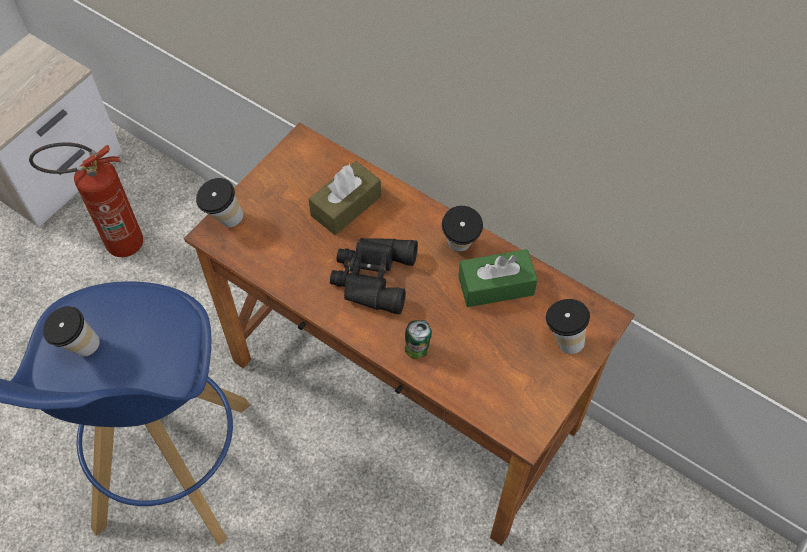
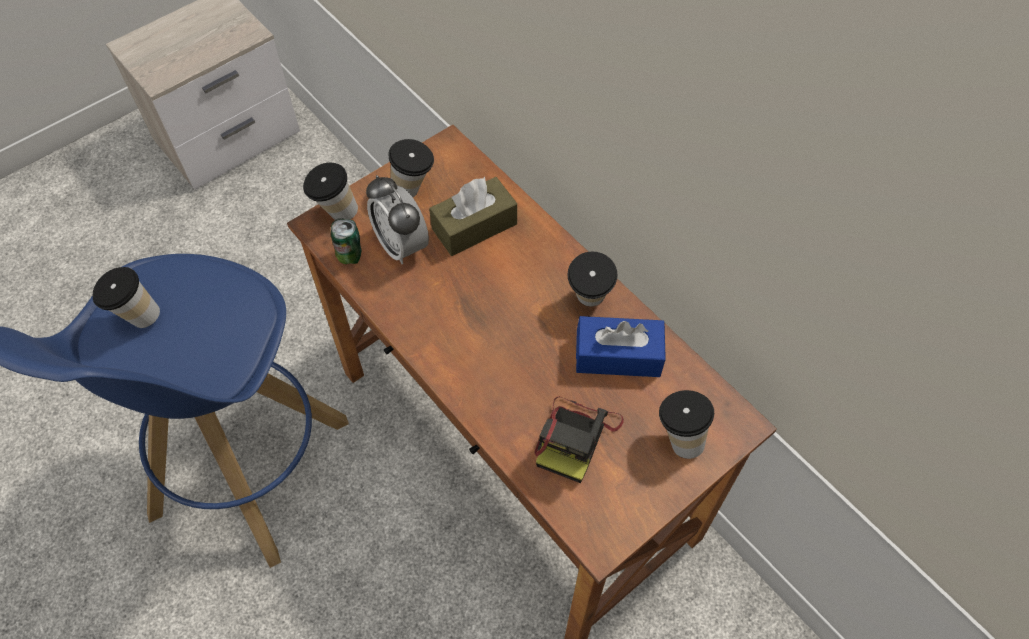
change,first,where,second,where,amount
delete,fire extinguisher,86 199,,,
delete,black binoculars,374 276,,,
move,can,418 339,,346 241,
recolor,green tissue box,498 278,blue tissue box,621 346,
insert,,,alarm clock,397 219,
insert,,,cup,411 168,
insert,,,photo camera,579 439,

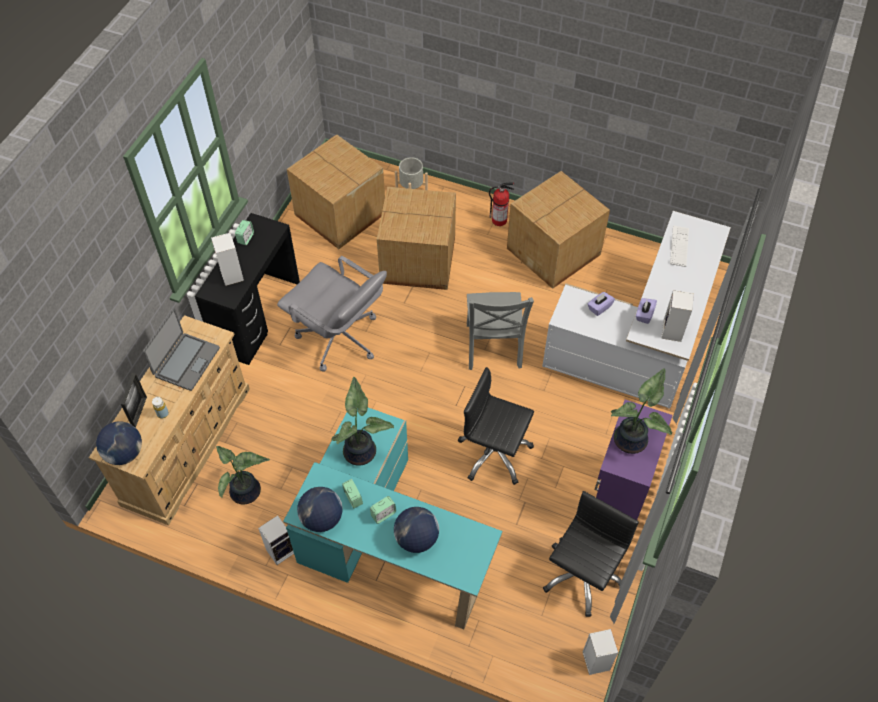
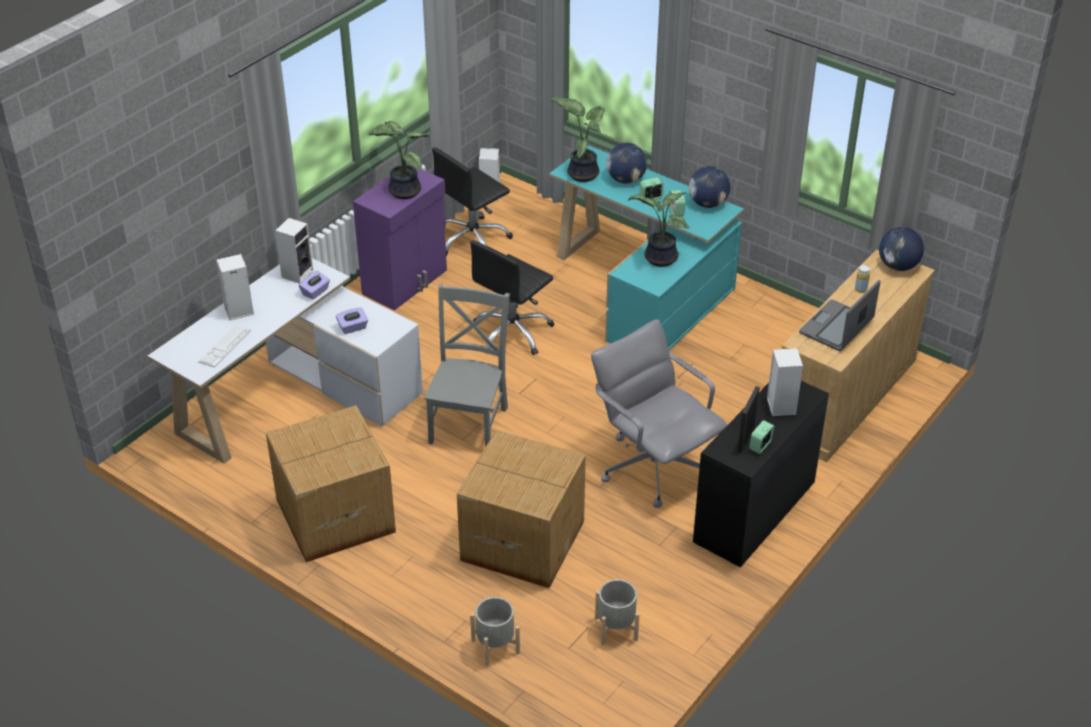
change,first,where,second,where,amount
move,picture frame,134 400,,749 419,
move,potted plant,243 475,,577 139,
move,speaker,276 540,,235 287,
replace,cardboard box,336 191,grey planter,617 612,
rotate,black office chair,496 426,,512 297,90 degrees clockwise
delete,fire extinguisher,502 204,,,

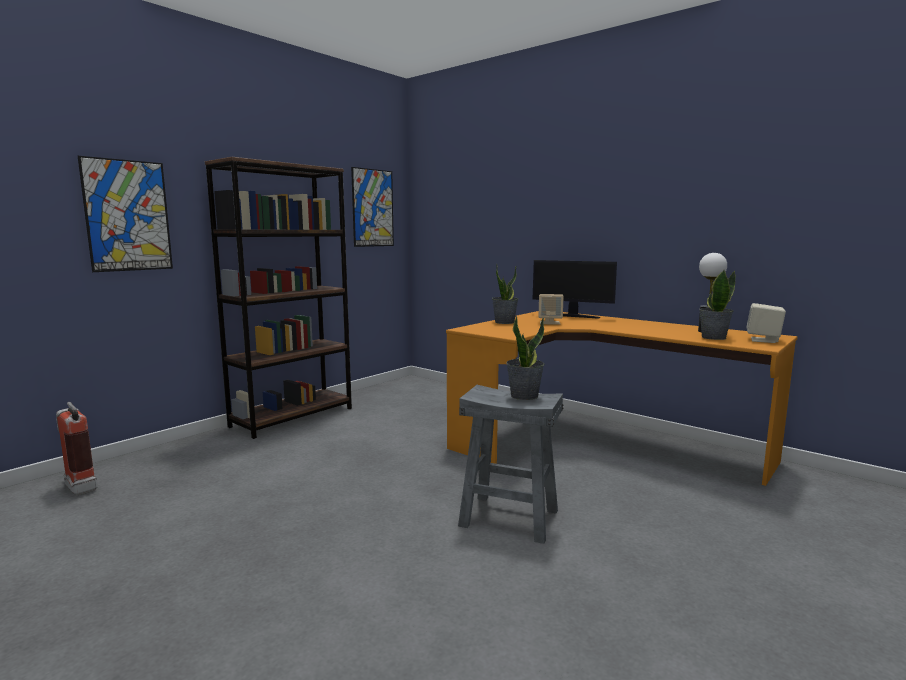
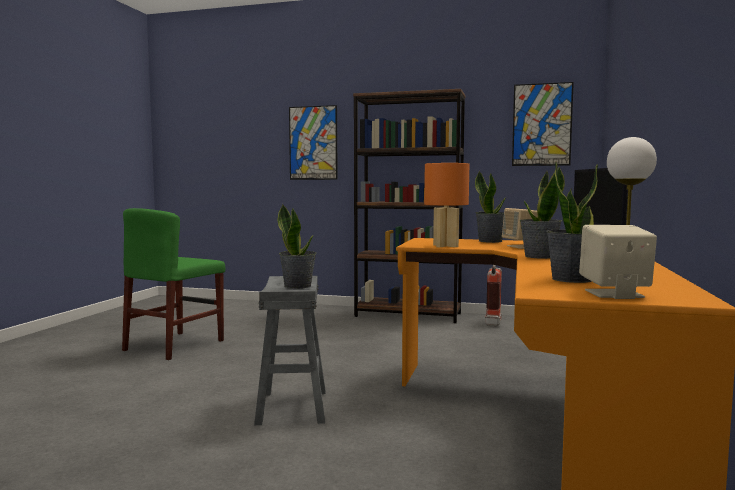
change,first,where,second,where,amount
move,fire extinguisher,77 448,,493 295,
insert,,,green chair,173 284,
insert,,,orange table lamp,446 205,
insert,,,potted plant,542 212,

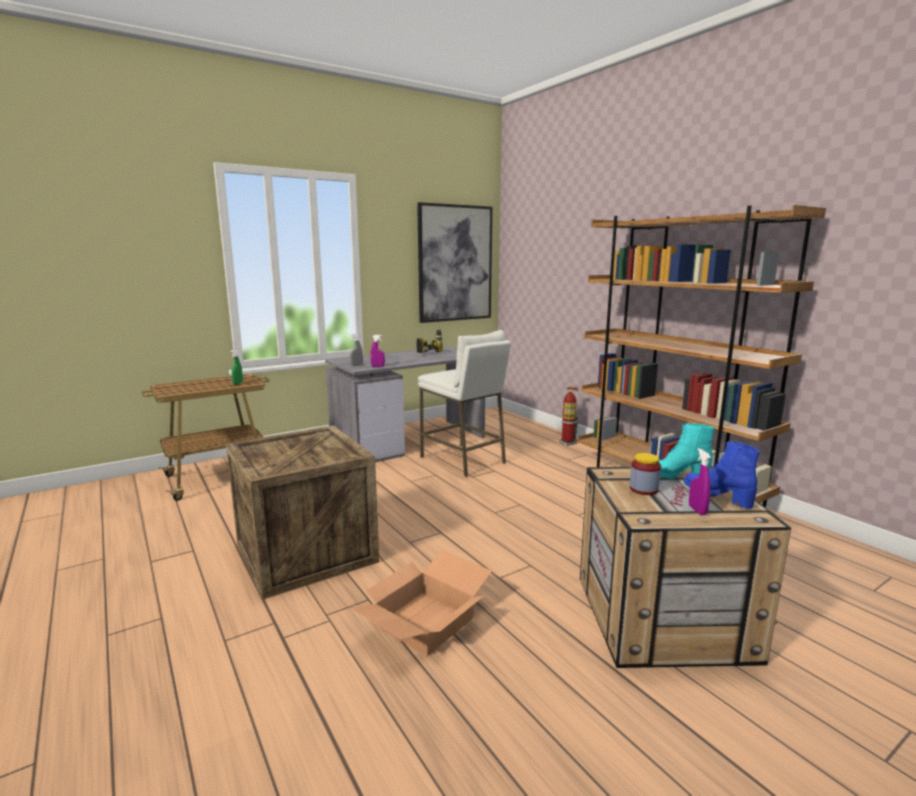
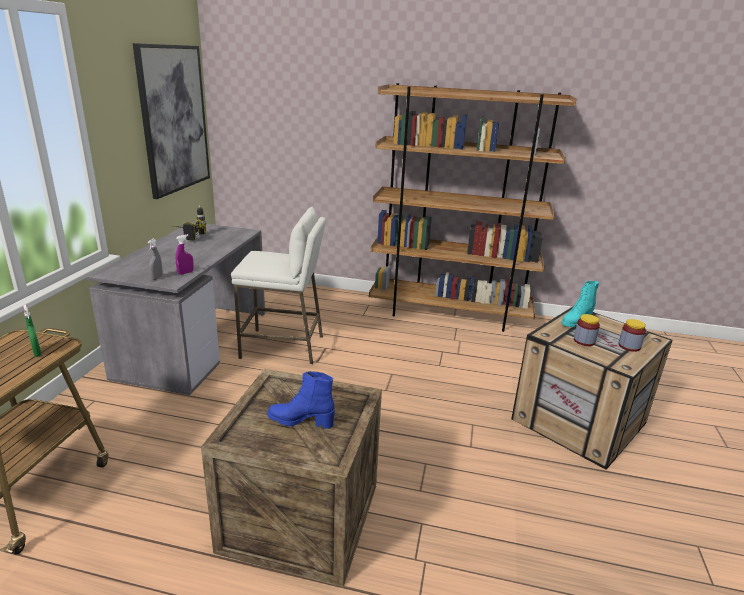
change,first,where,second,where,amount
delete,cardboard box,421 603,,,
delete,fire extinguisher,569 416,,,
move,blue boot,722 475,,301 400,
replace,purple spray bottle,700 481,jar,632 335,

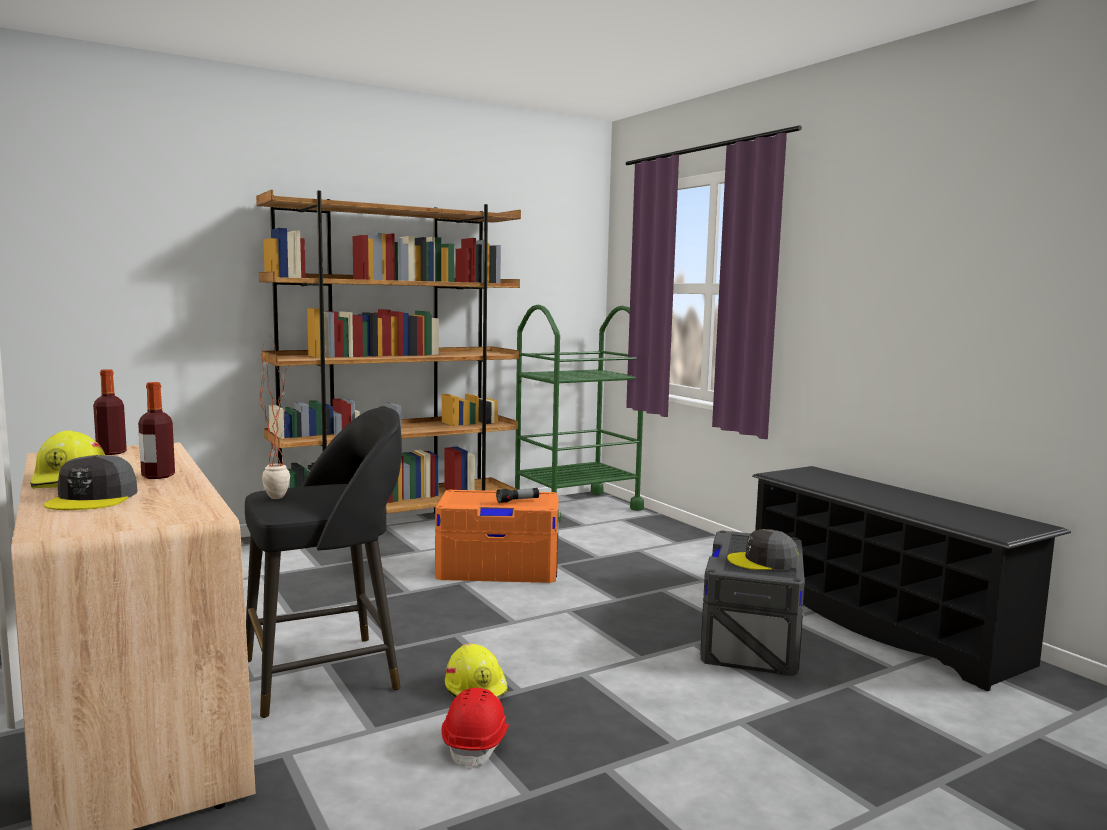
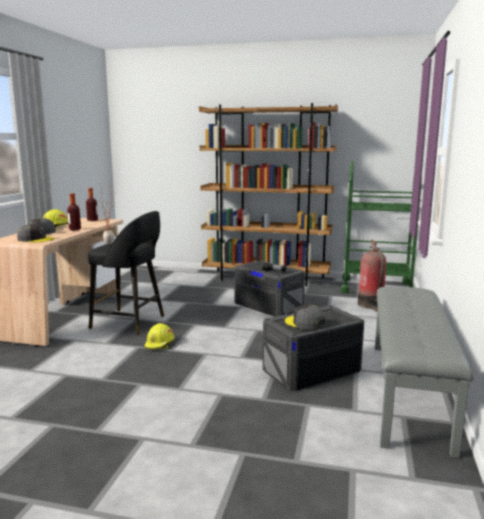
change,first,where,second,where,amount
recolor,orange storage box,497 536,grey storage box,269 288,
delete,red hard hat,475 728,,,
replace,black shoe rack,911 578,grey bench,424 372,
insert,,,grey cap,36 233,
insert,,,fire extinguisher,372 275,

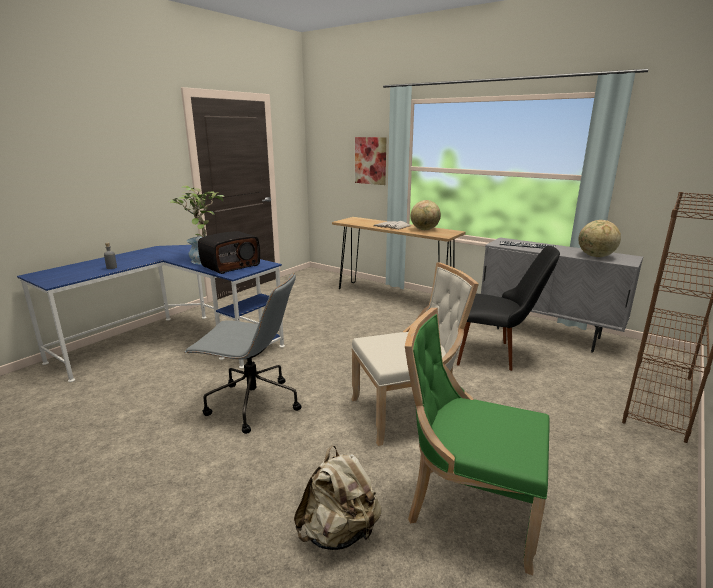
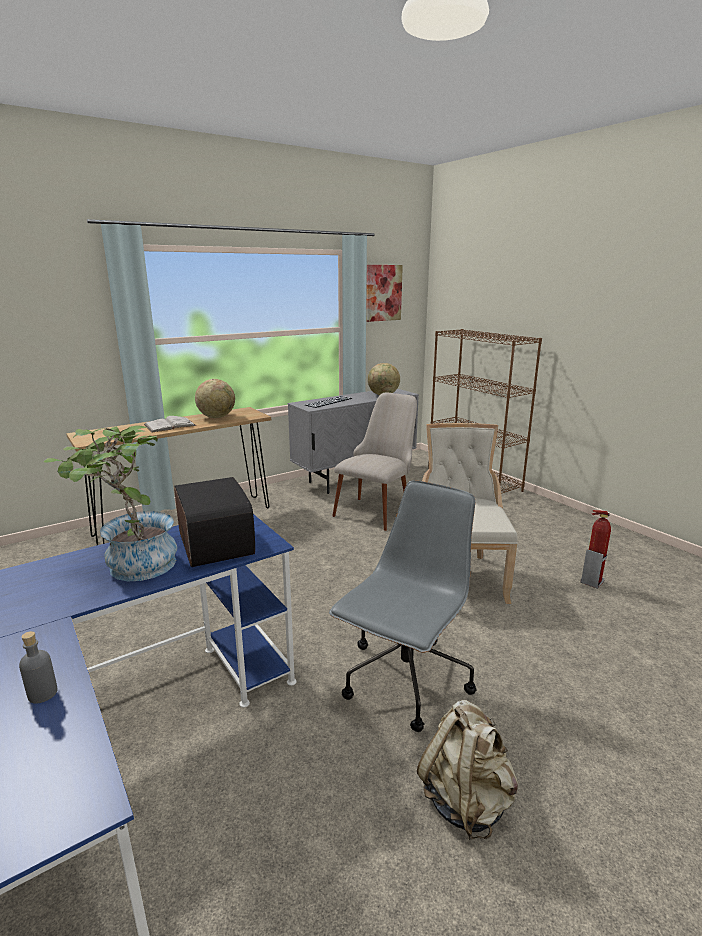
change,first,where,second,where,amount
move,beige backpack,337 497,,467 770,
move,picture,370 161,,384 293,
replace,green chair,477 441,fire extinguisher,596 549,
recolor,black chair,508 308,beige chair,374 462,

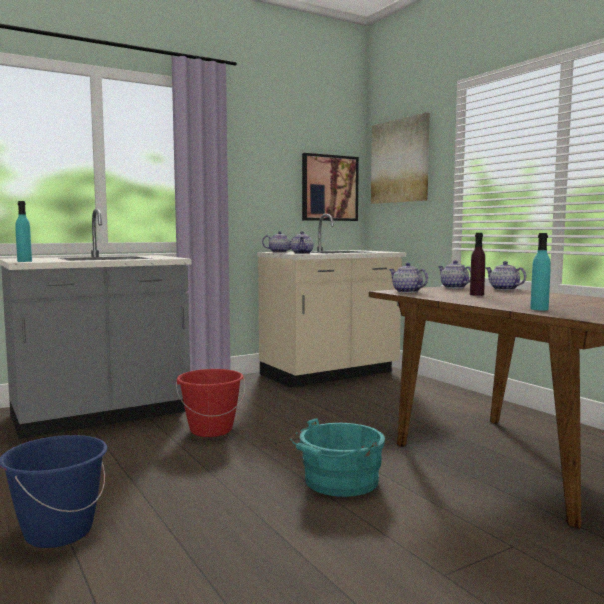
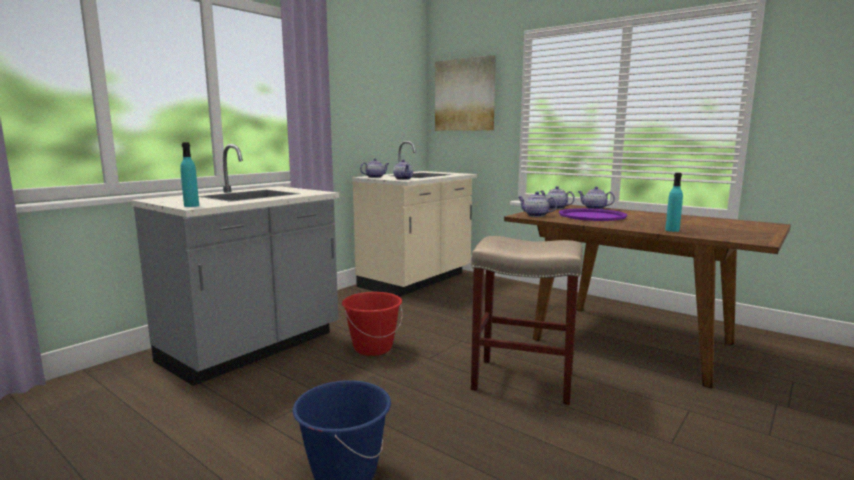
change,first,where,second,where,amount
replace,turquoise bucket,337 457,beige stool,527 320,
delete,picture,330 187,,,
replace,purple bottle,477 264,purple tray,593 214,

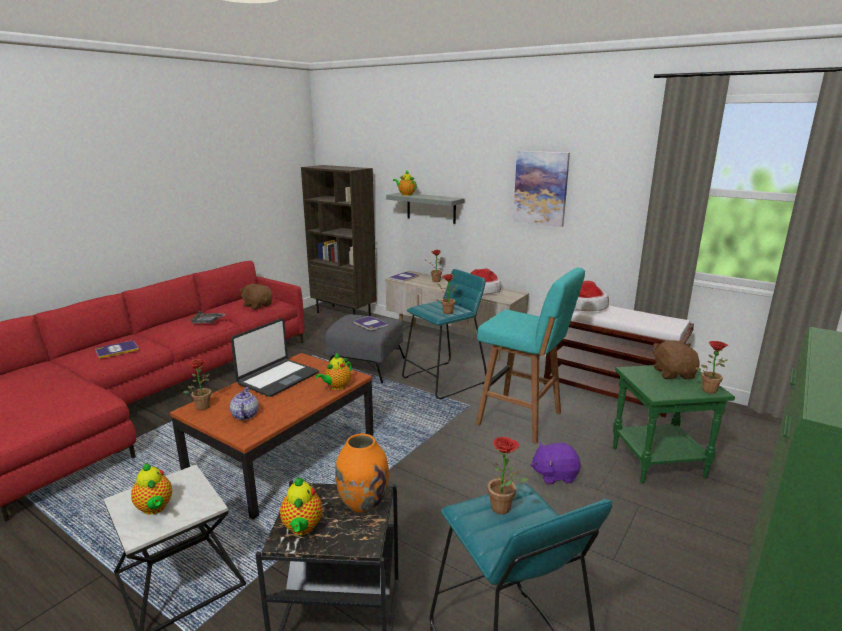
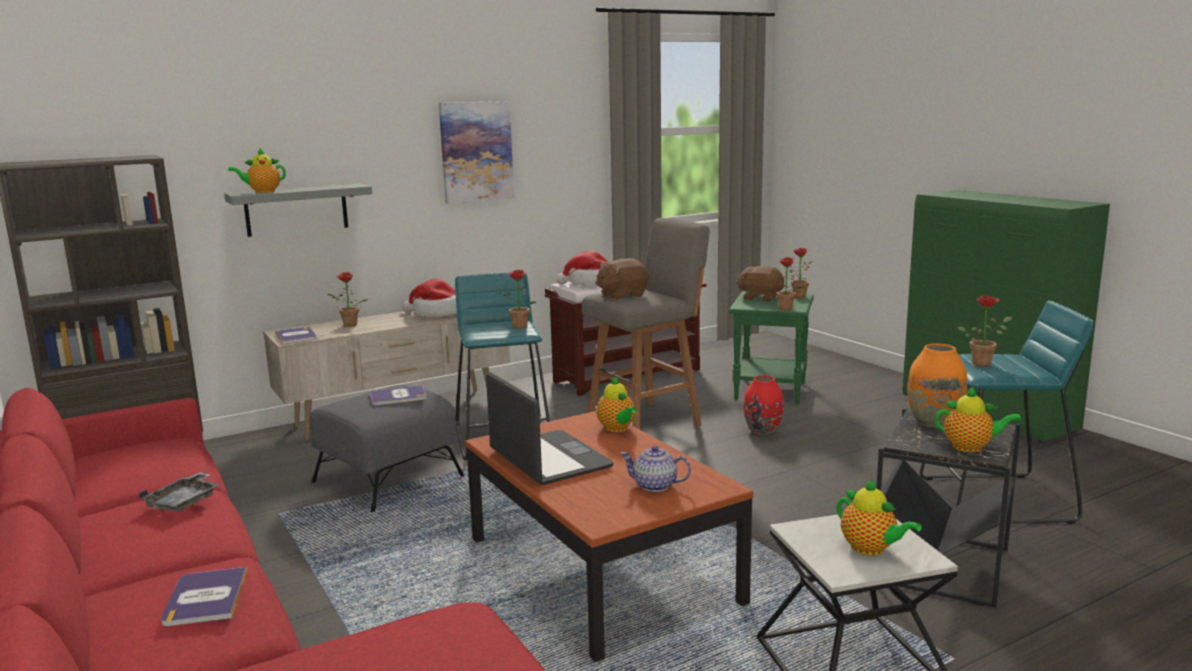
change,first,where,second,where,amount
rotate,teapot,151 489,,879 517,60 degrees clockwise
move,potted plant,197 384,,783 284,
move,brown plush toy,256 297,,621 279,
recolor,turquoise stool,530 356,grey stool,645 324,
replace,purple plush toy,556 463,red vase,764 405,

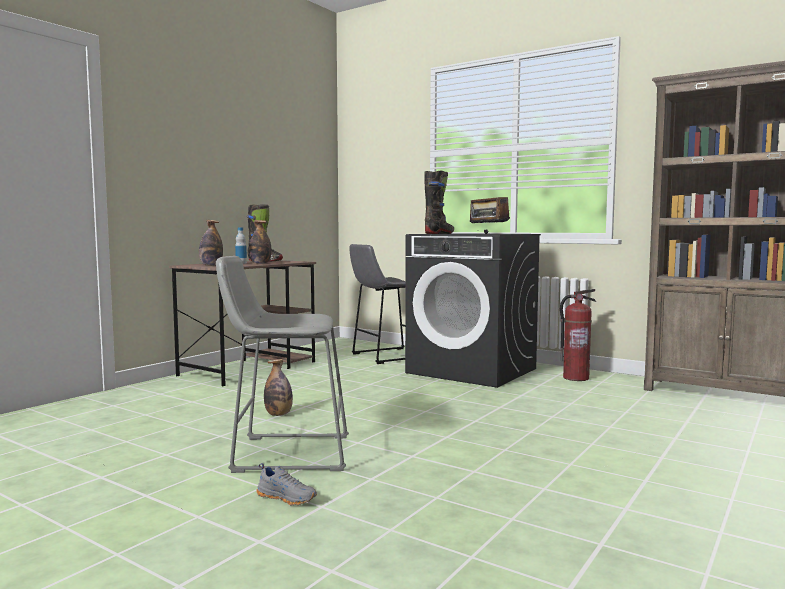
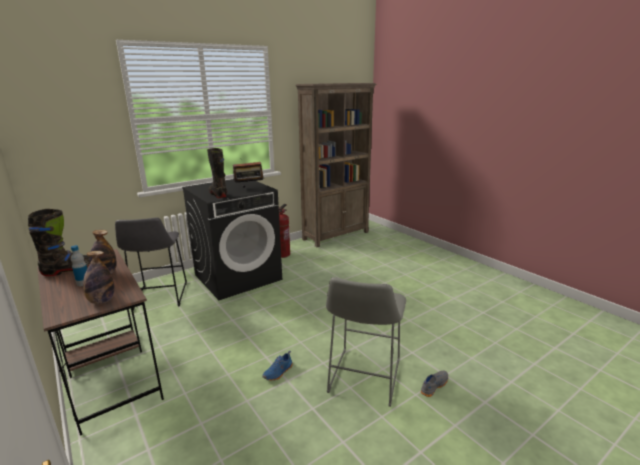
change,first,where,second,where,amount
replace,bottle,278 387,blue shoe,278 366,

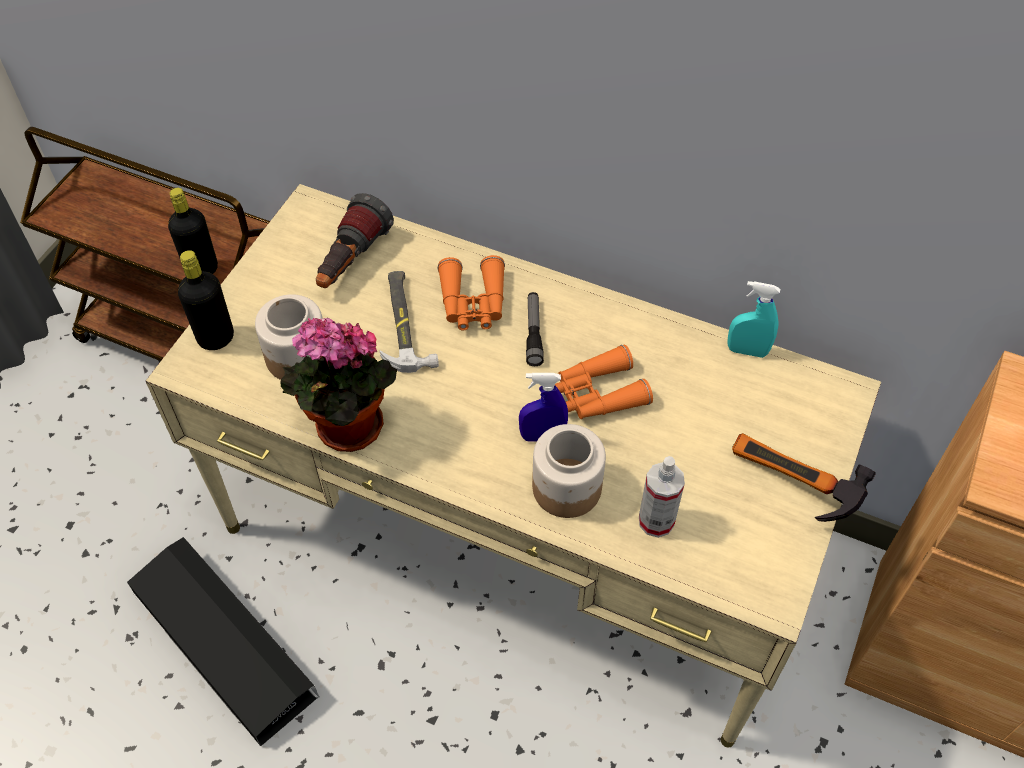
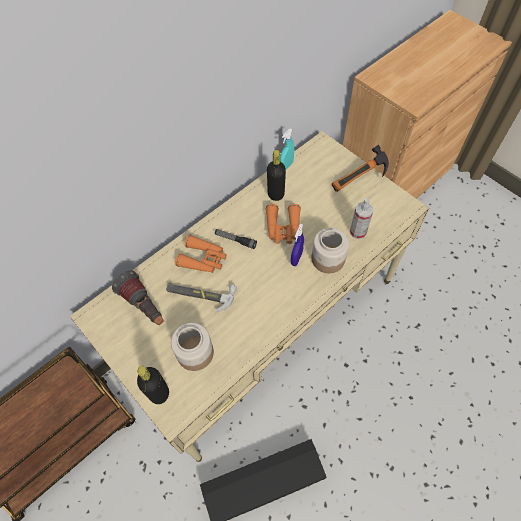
change,first,where,second,where,amount
move,black bottle,193 231,,276 175,
delete,potted plant,338 385,,,

